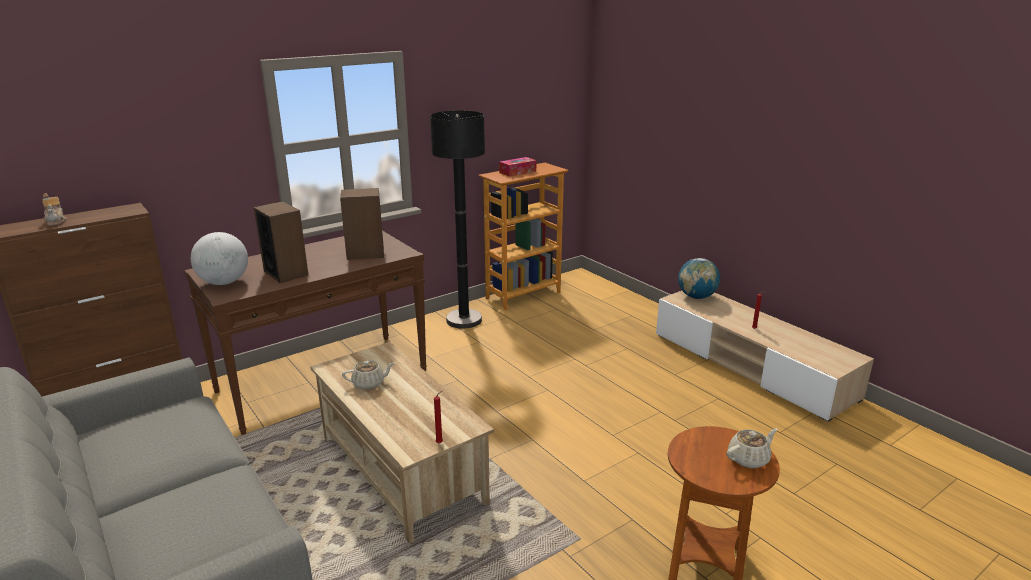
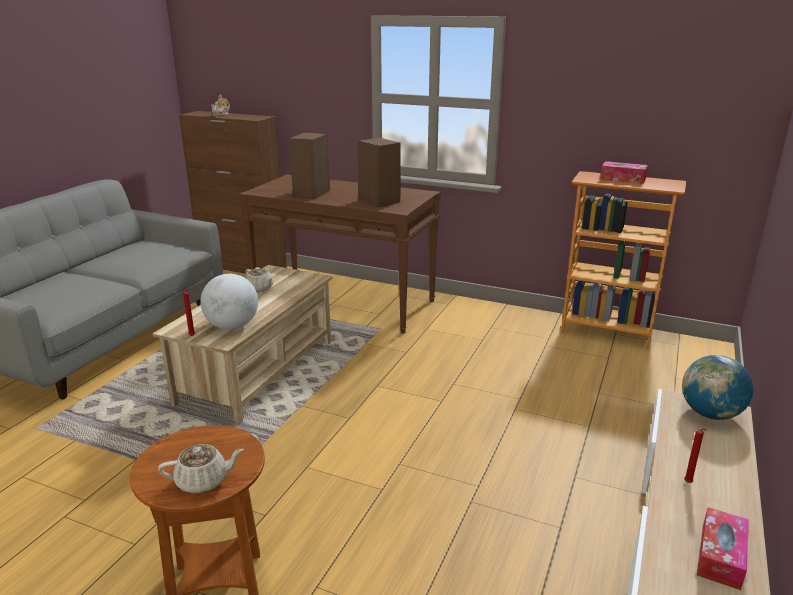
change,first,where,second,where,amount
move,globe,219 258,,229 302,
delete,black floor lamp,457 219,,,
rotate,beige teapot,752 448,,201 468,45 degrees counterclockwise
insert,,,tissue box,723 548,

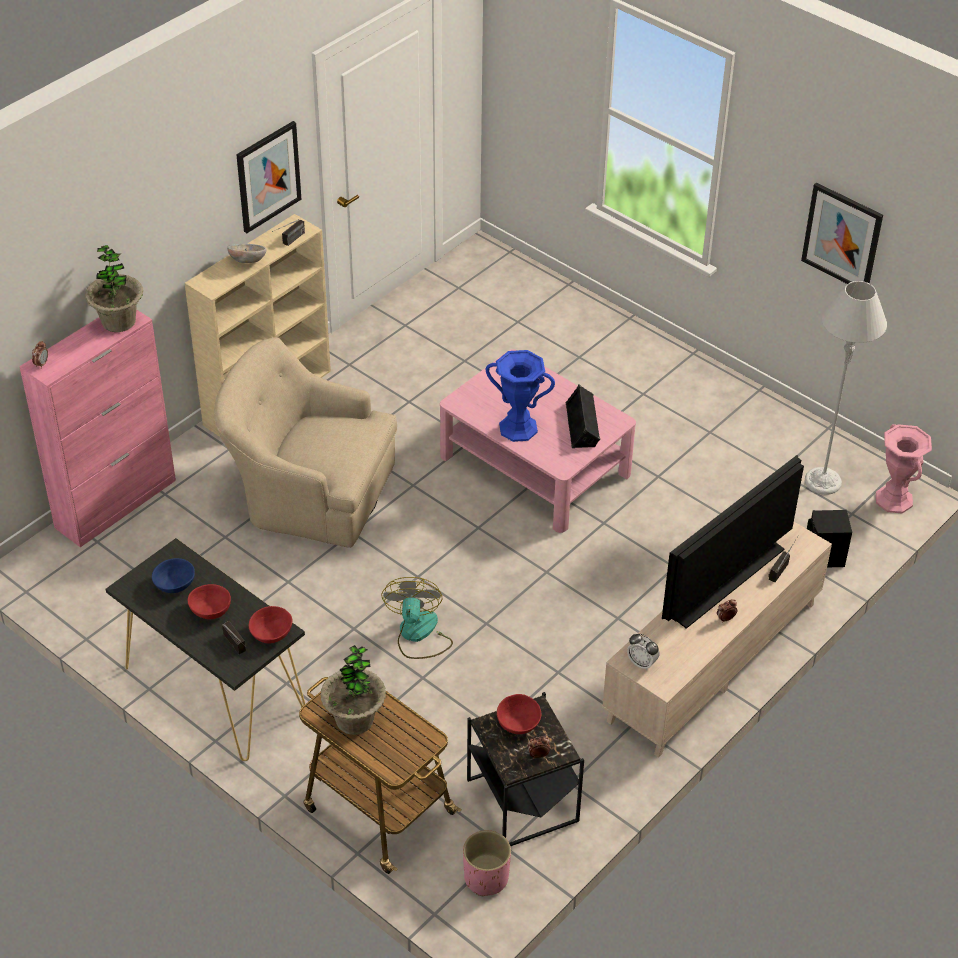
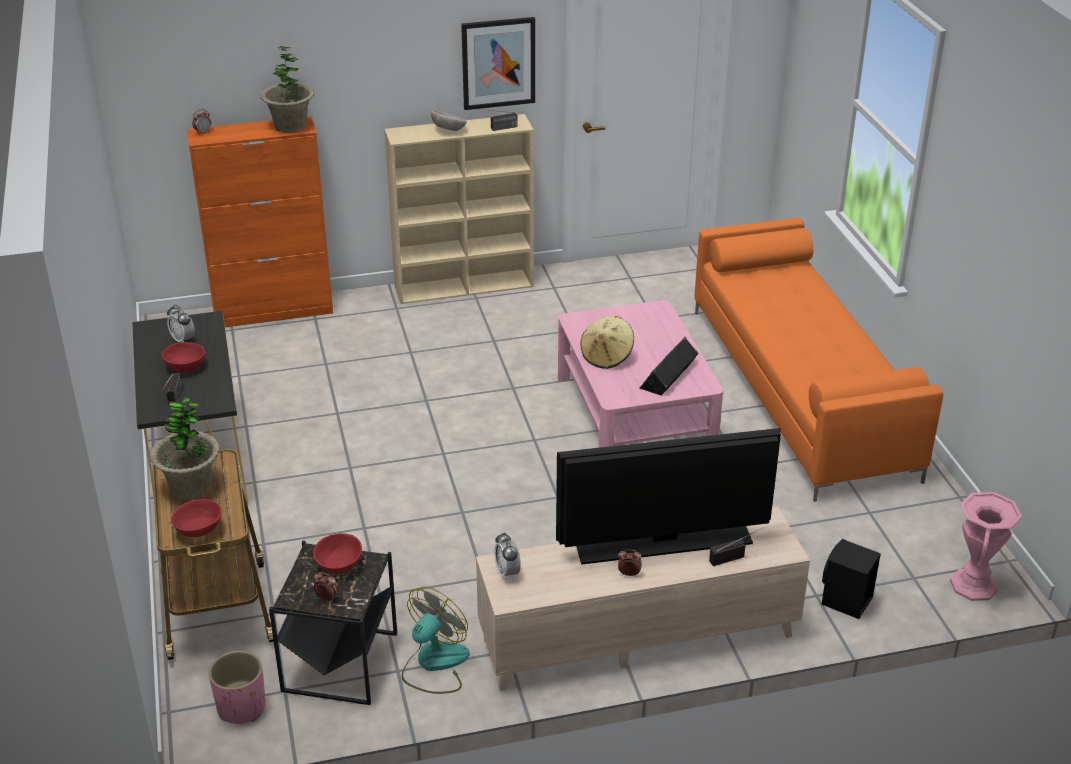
change,first,where,second,where,amount
recolor,pink cabinet,97 428,orange cabinet,260 221,
replace,blue bowl,173 575,alarm clock,181 323,
delete,beige armchair,305 442,,,
move,red bowl,270 625,,196 518,
move,fan,417 618,,436 640,
replace,blue vase,520 396,beige hat,607 342,
delete,picture,842 233,,,
delete,grey floor lamp,845 388,,,
insert,,,orange sofa,818 360,

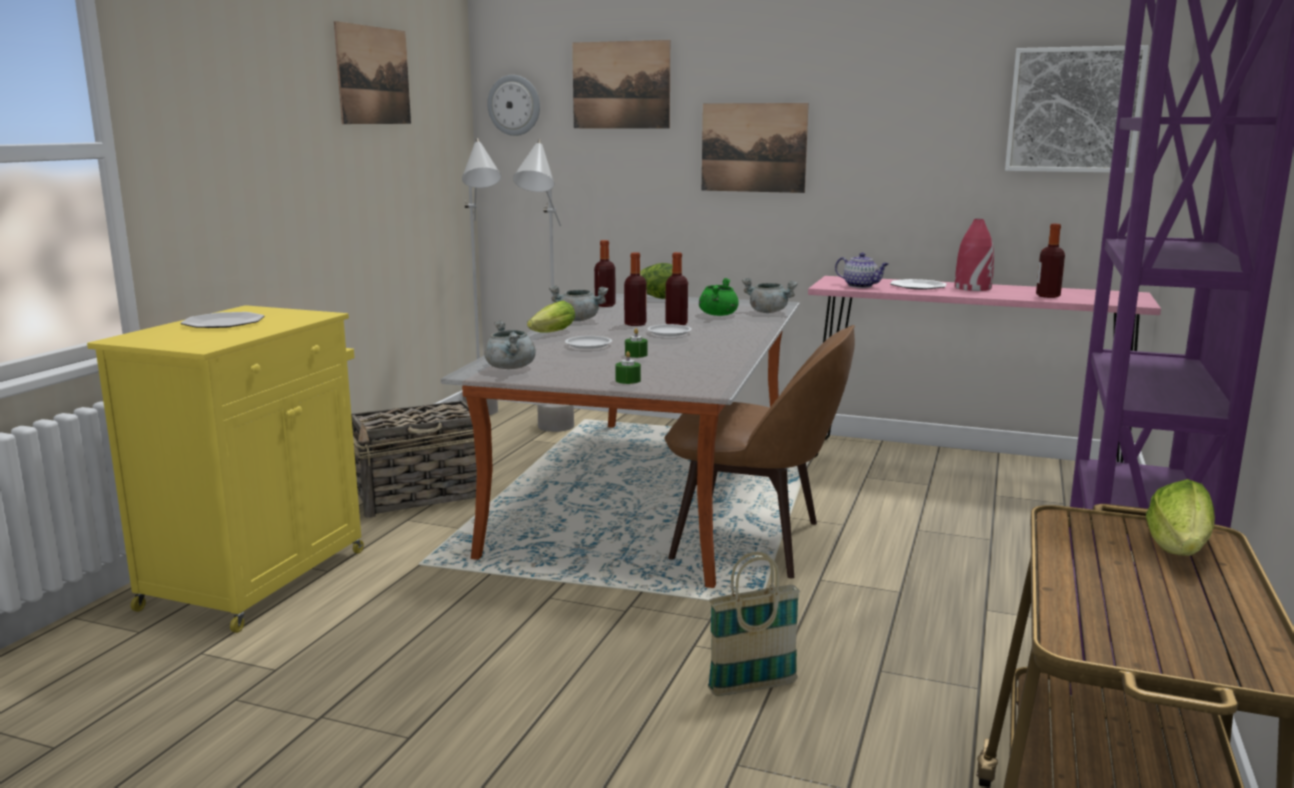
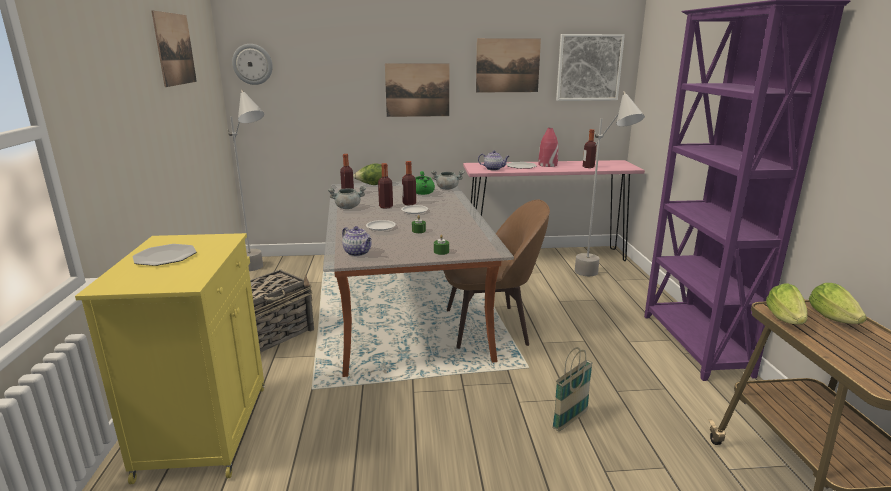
change,first,where,second,where,amount
replace,grey cooking pot,510 344,teapot,357 241,
move,grey floor lamp,543 285,,610 183,
move,lettuce,551 317,,787 304,
move,picture,621 84,,508 65,

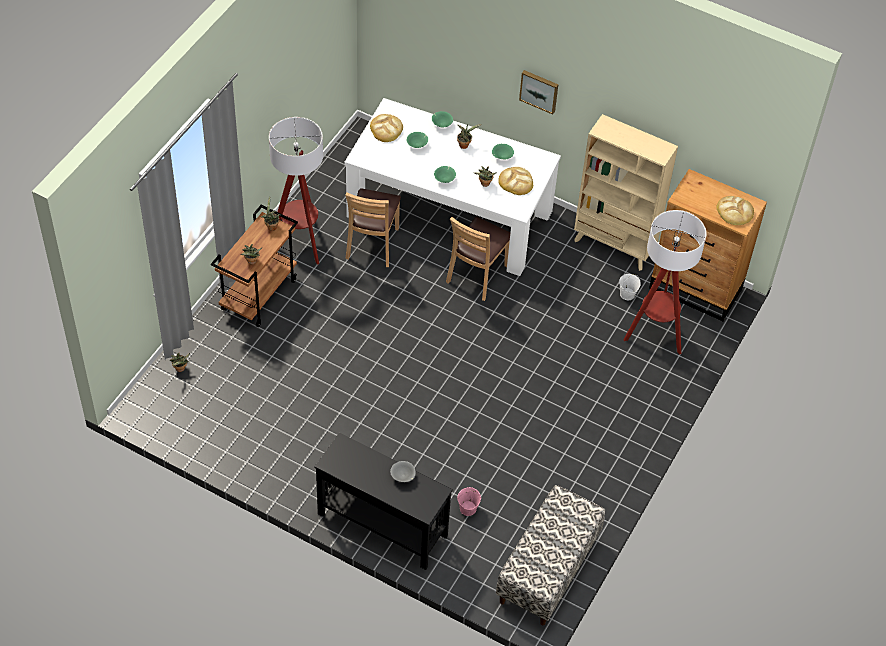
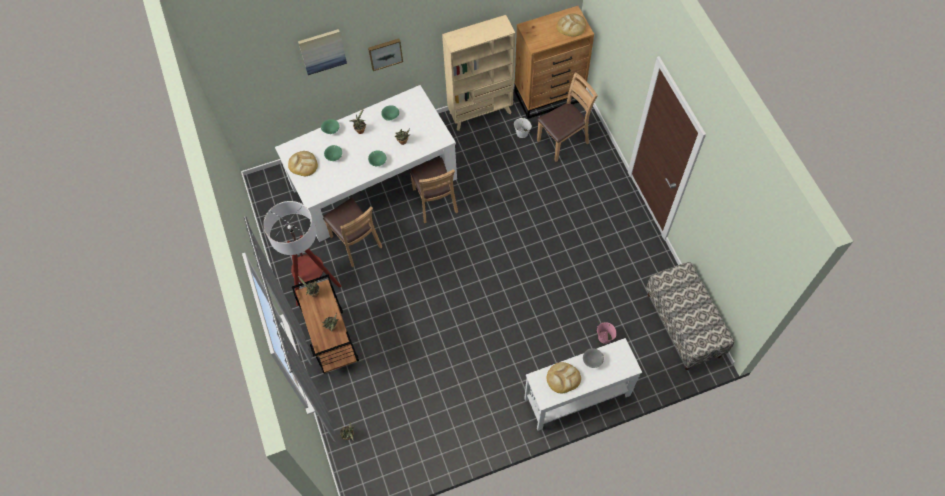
change,first,where,second,where,amount
recolor,black console table,383 501,white console table,583 384,
move,bread,515 181,,563 377,
replace,floor lamp,664 282,brown chair,567 117,
insert,,,picture,322 52,

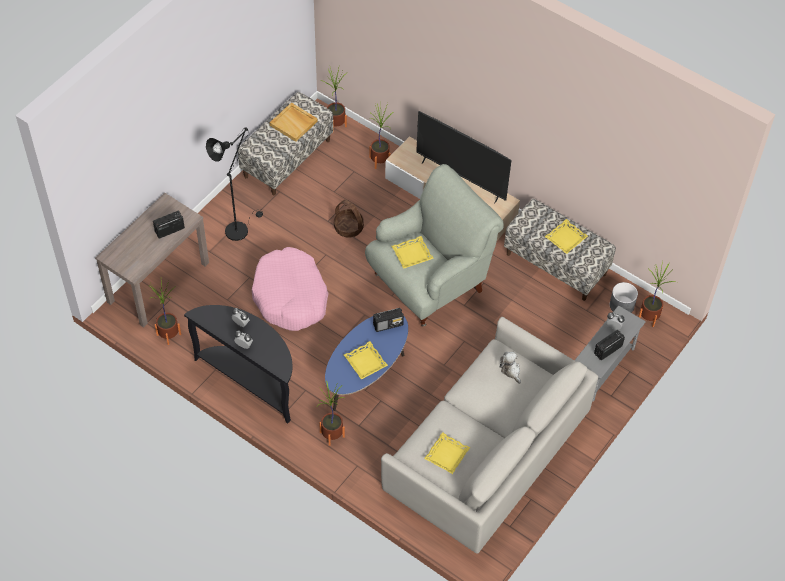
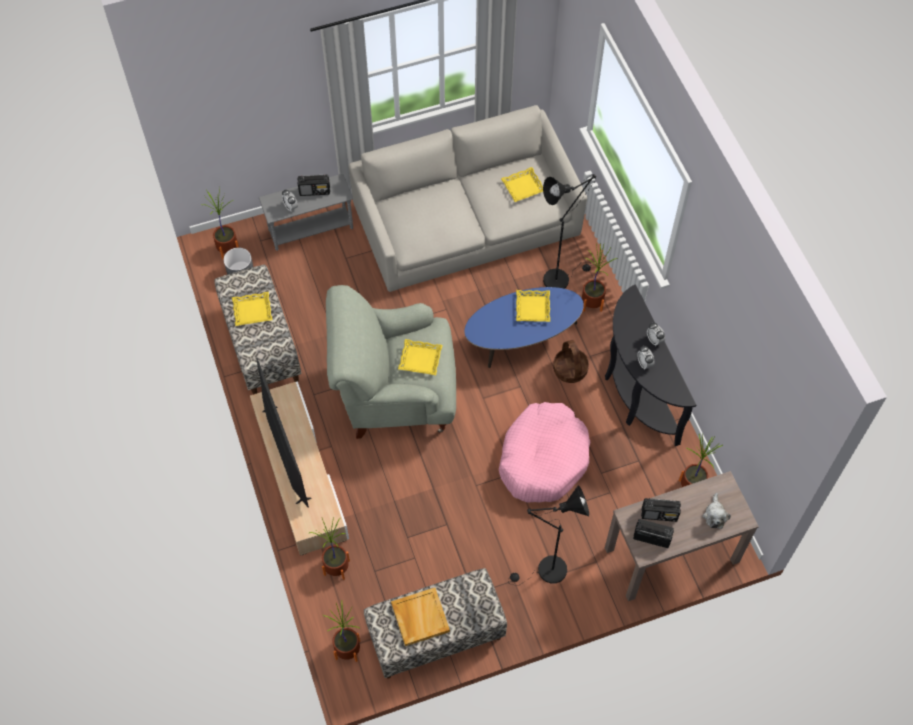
change,first,where,second,where,amount
move,basket,349 218,,571 361,
move,radio,388 320,,653 533,
move,plush toy,510 368,,717 511,
insert,,,black floor lamp,569 231,

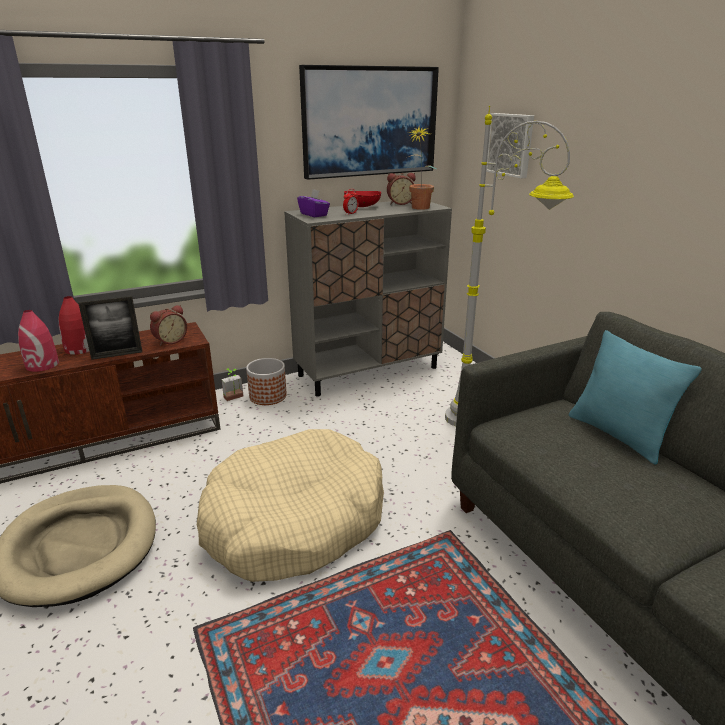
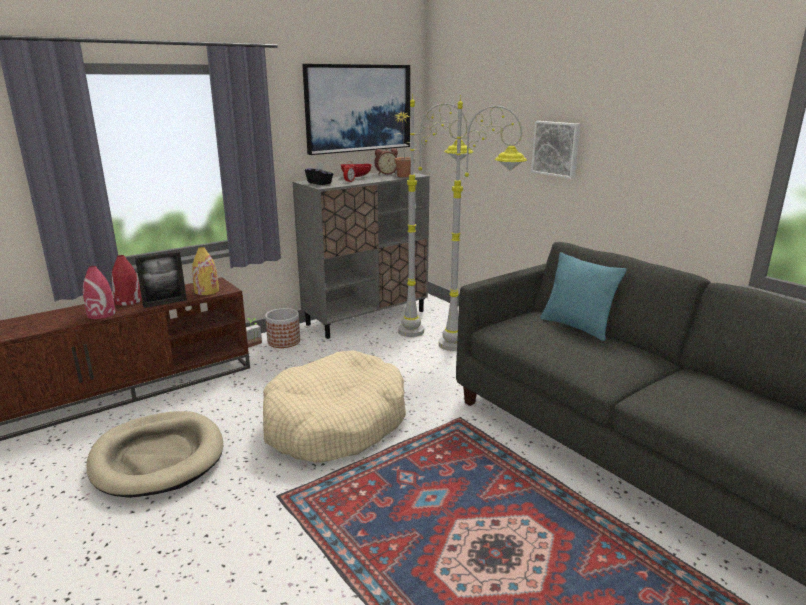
change,first,where,second,where,amount
replace,alarm clock,168 325,yellow vase,205 271,
recolor,purple tissue box,313 203,black tissue box,319 174,
move,picture,510 146,,556 150,
insert,,,grey floor lamp,435 215,

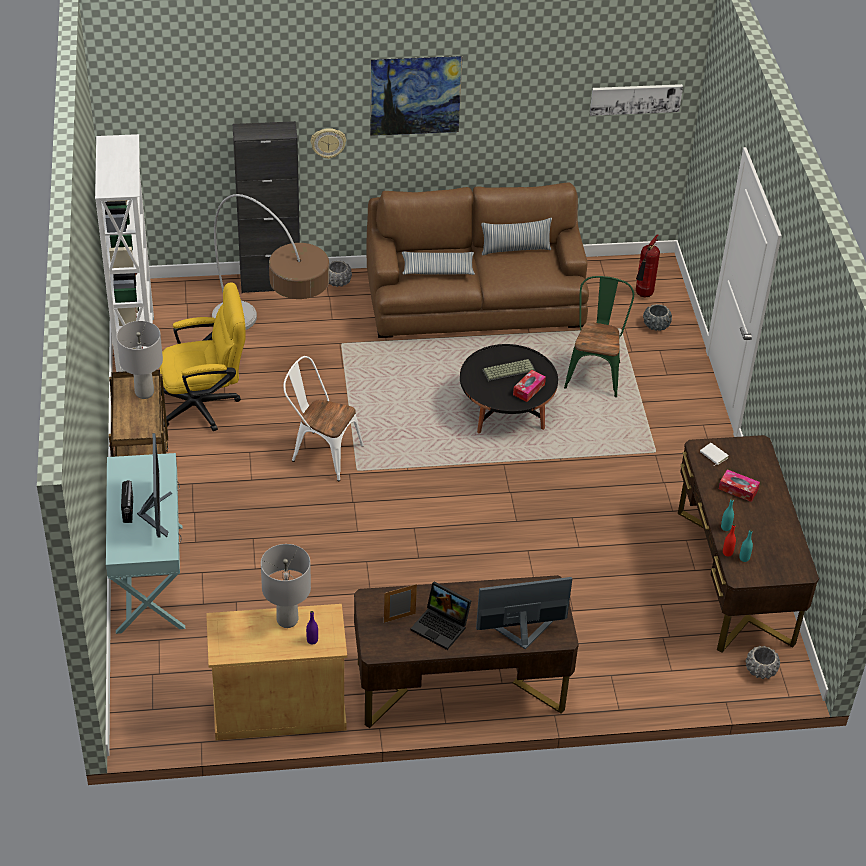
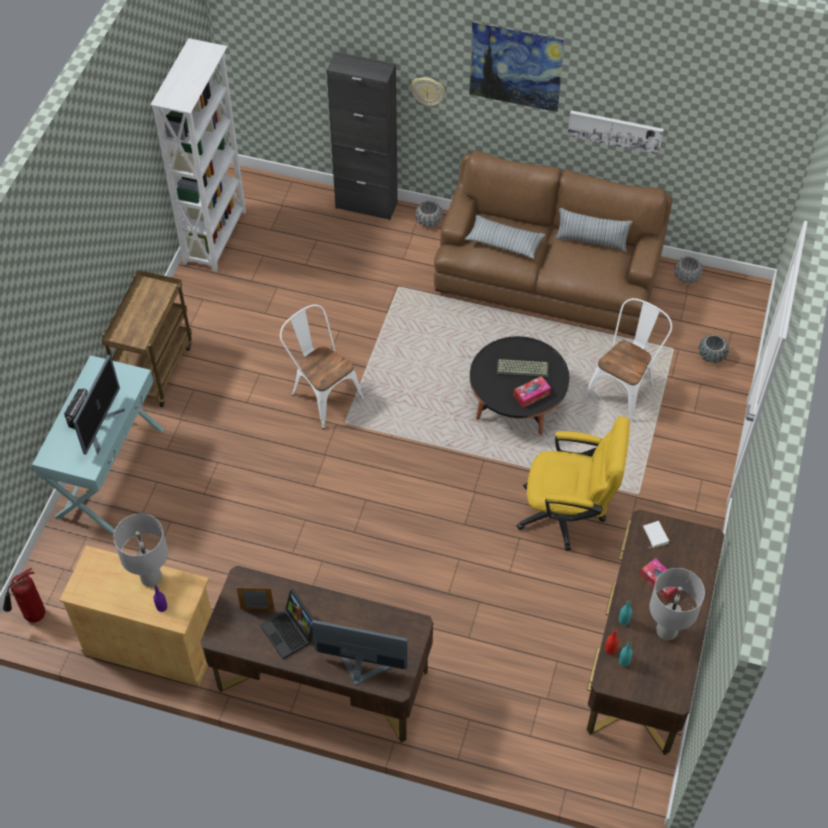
change,first,where,second,where,amount
move,grey table lamp,140 360,,677 604,
move,yellow office chair,202 357,,573 483,
delete,floor lamp,270 262,,,
recolor,green chair,599 336,white chair,628 360,
move,picture,636 100,,615 132,
move,fire extinguisher,648 265,,24 595,
move,grey planter,763 662,,688 270,

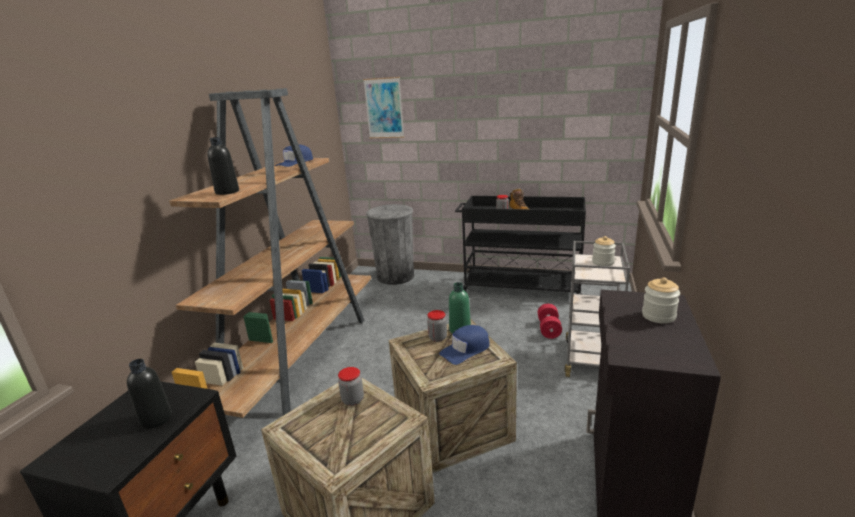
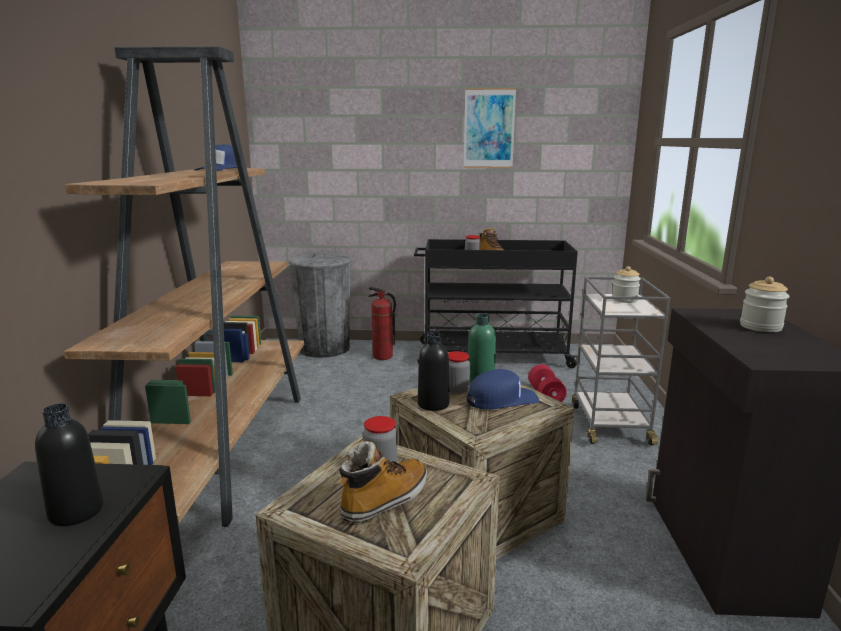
change,first,where,second,where,amount
move,black bottle,223 166,,434 371,
move,picture,383 107,,490 128,
rotate,blue cap,464 345,,503 389,150 degrees counterclockwise
insert,,,boot,383 482,
insert,,,fire extinguisher,382 323,

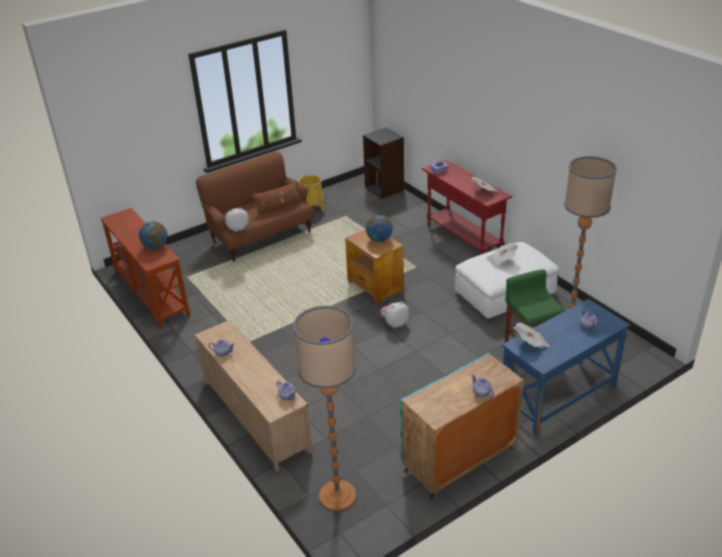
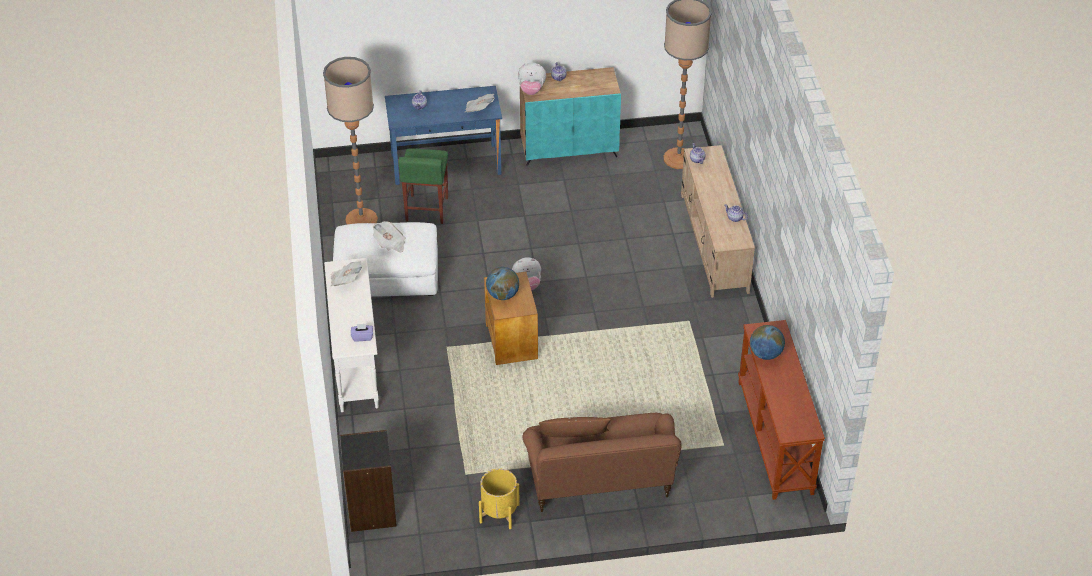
change,first,where,second,where,amount
move,plush toy,237 219,,532 79,
recolor,red console table,467 207,white console table,351 335,

